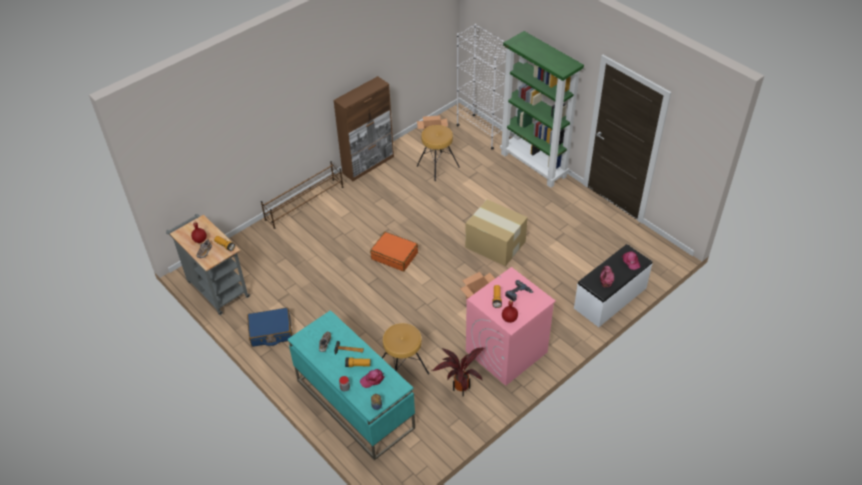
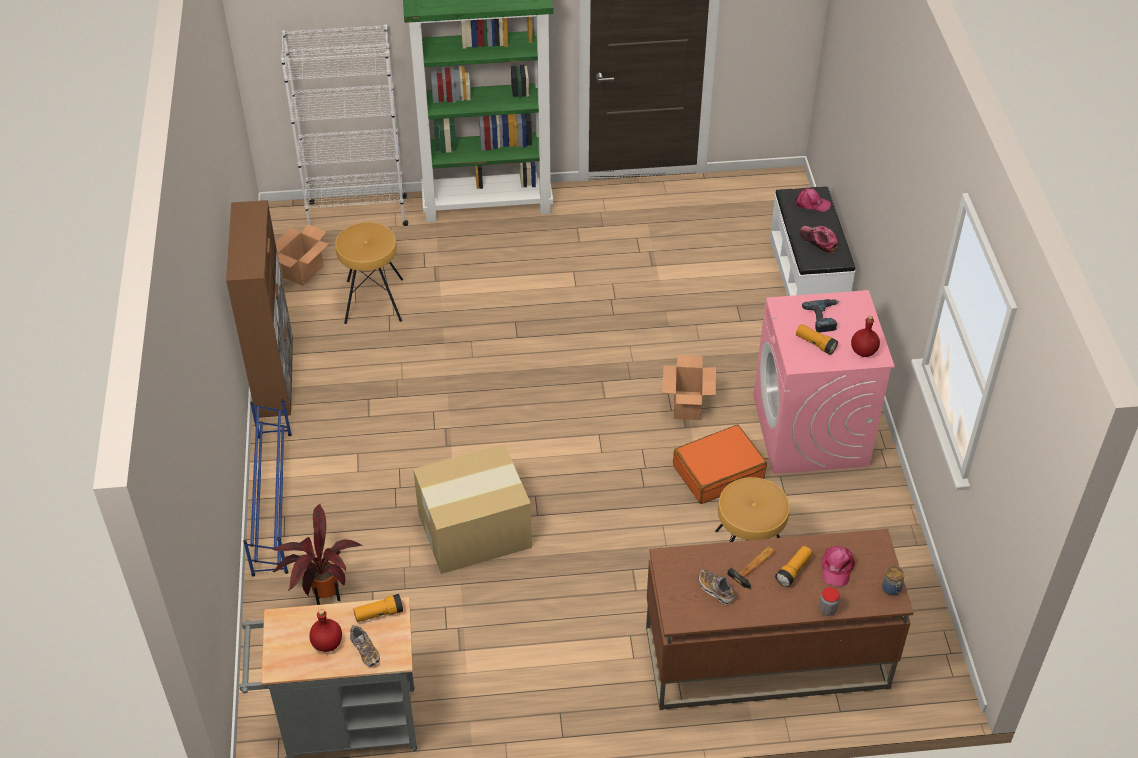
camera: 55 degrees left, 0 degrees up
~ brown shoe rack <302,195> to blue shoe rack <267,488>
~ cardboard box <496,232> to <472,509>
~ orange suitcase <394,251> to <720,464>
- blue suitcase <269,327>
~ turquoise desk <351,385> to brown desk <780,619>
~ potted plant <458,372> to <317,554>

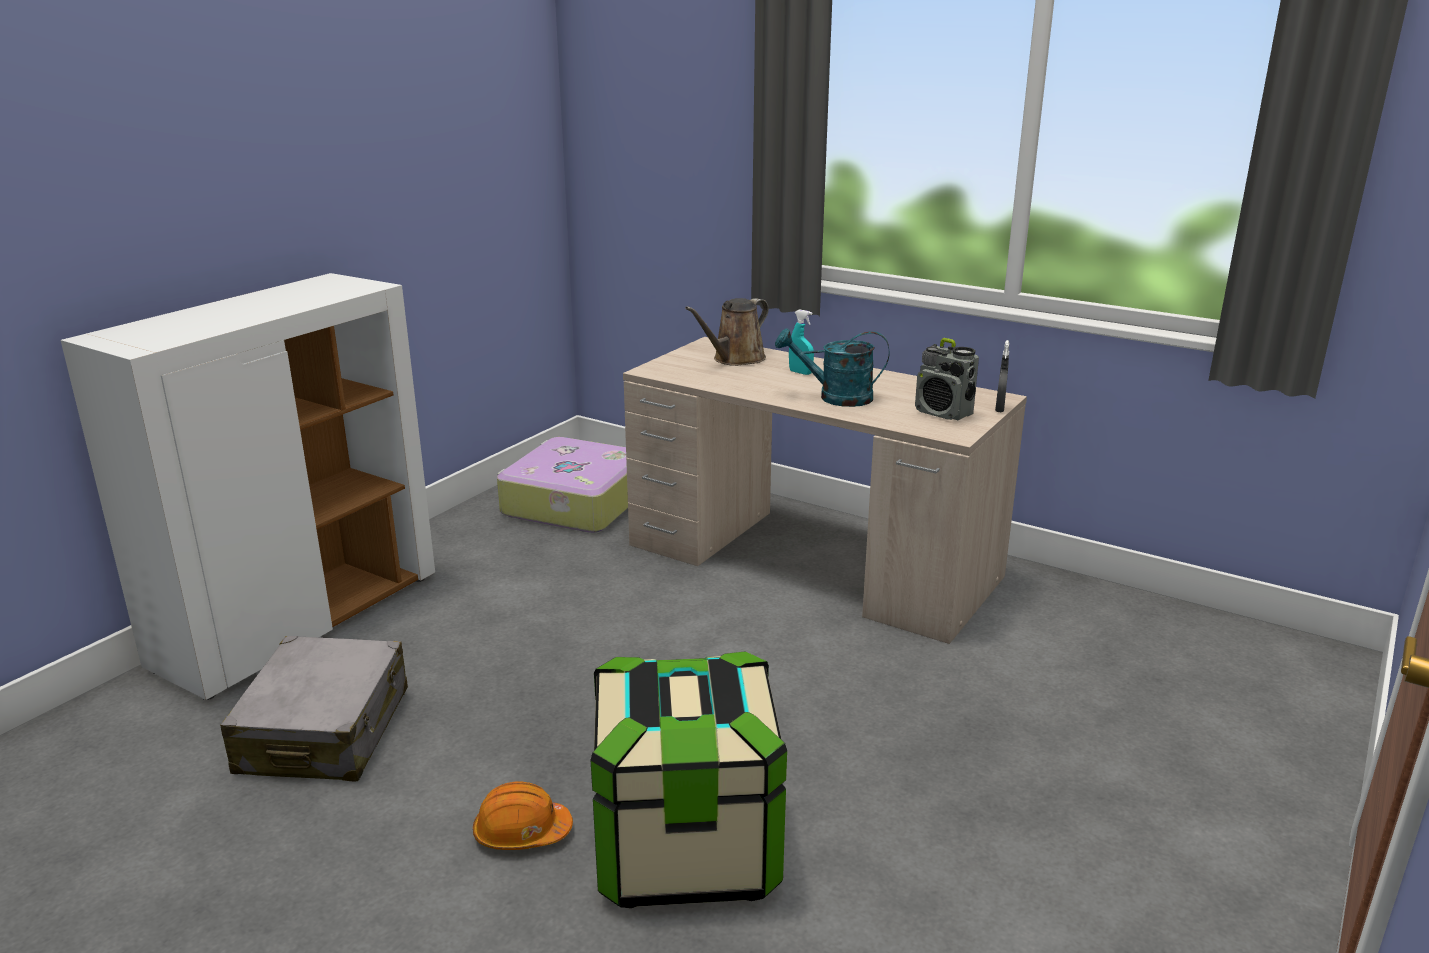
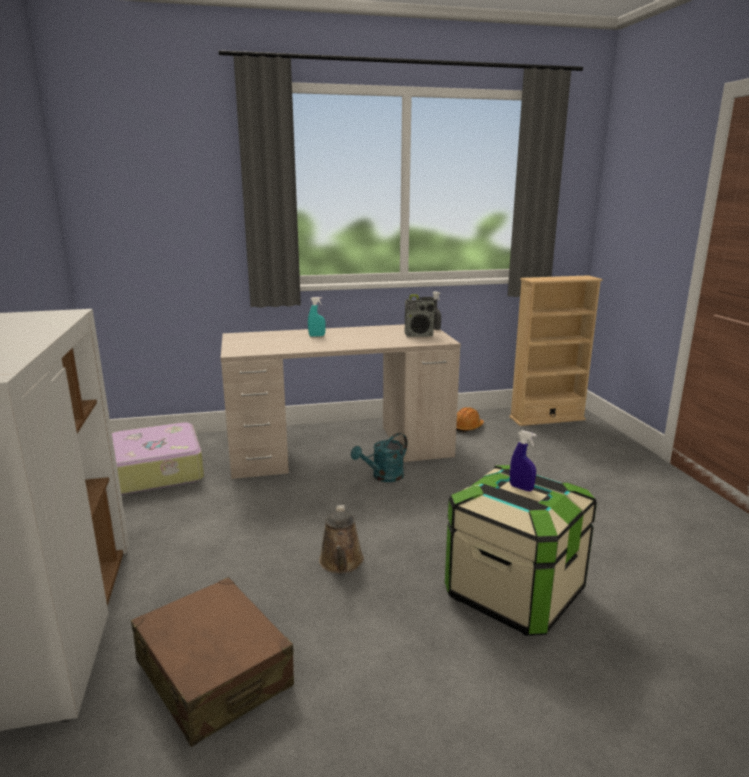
camera: 45 degrees left, 5 degrees down
~ brown watering can <727,332> to <341,539>
~ turquoise watering can <832,367> to <379,457>
~ grey suitcase <314,709> to brown suitcase <212,662>
~ orange hard hat <523,816> to <470,419>
+ beige bookcase <556,350>
+ blue spray bottle <523,460>

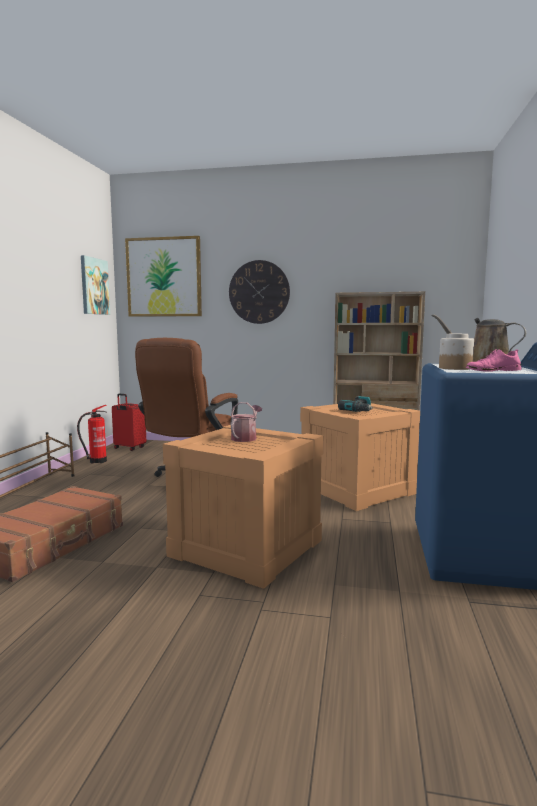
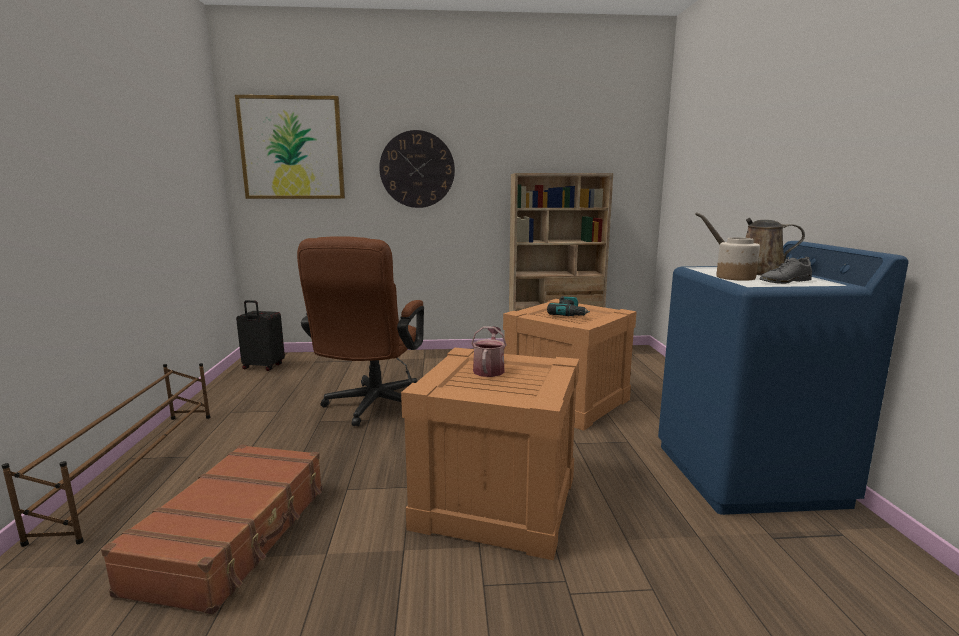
camera: 15 degrees left, 5 degrees up
- picture <95,285>
~ pink shoe <493,360> to grey shoe <785,270>
~ red suitcase <129,422> to black suitcase <260,335>
- fire extinguisher <92,434>

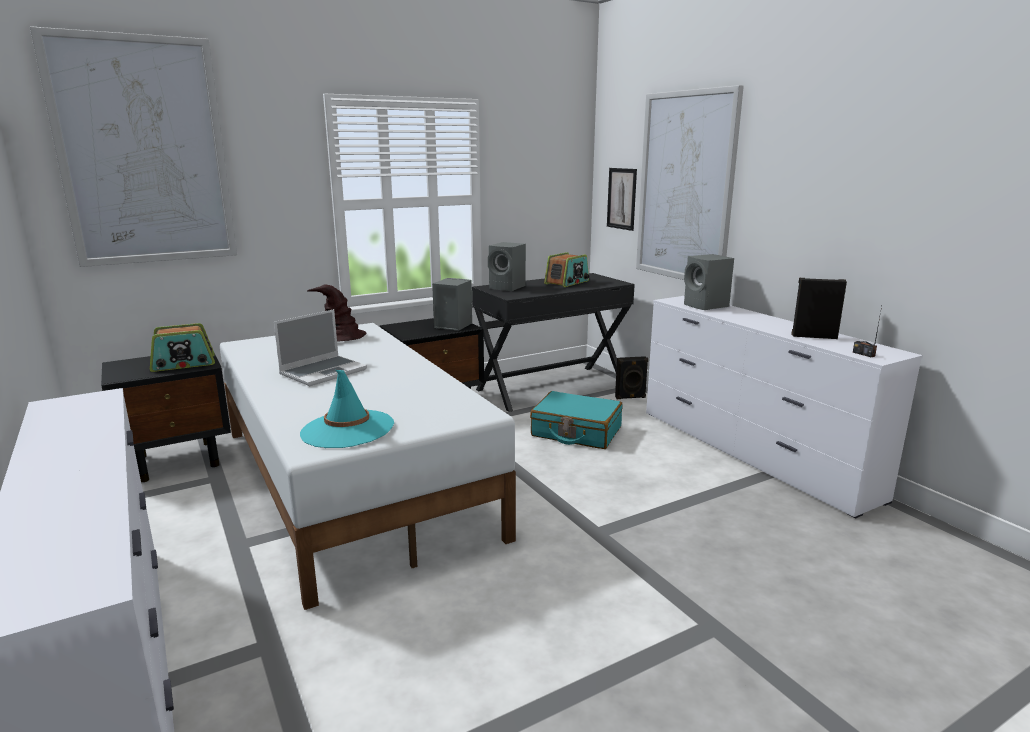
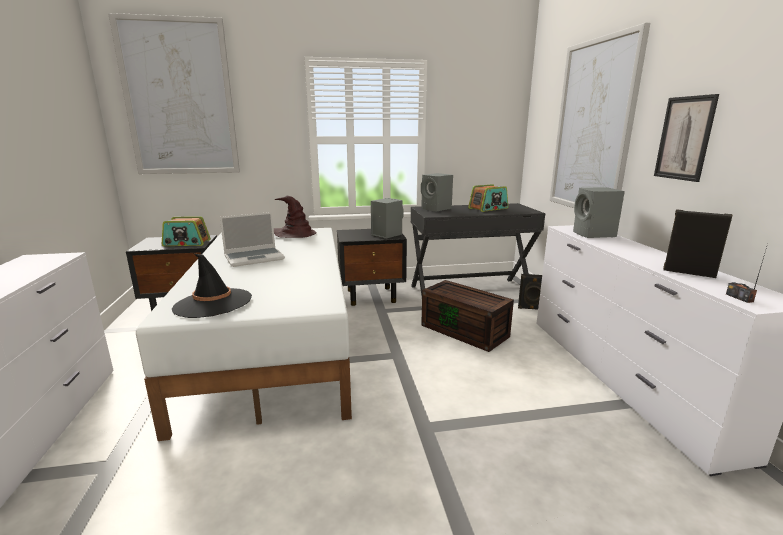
camera: 20 degrees right, 0 degrees up
~ picture <622,199> to <686,138>
~ turquoise hat <347,409> to black hat <212,286>
~ turquoise suitcase <576,420> to brown storage box <467,316>

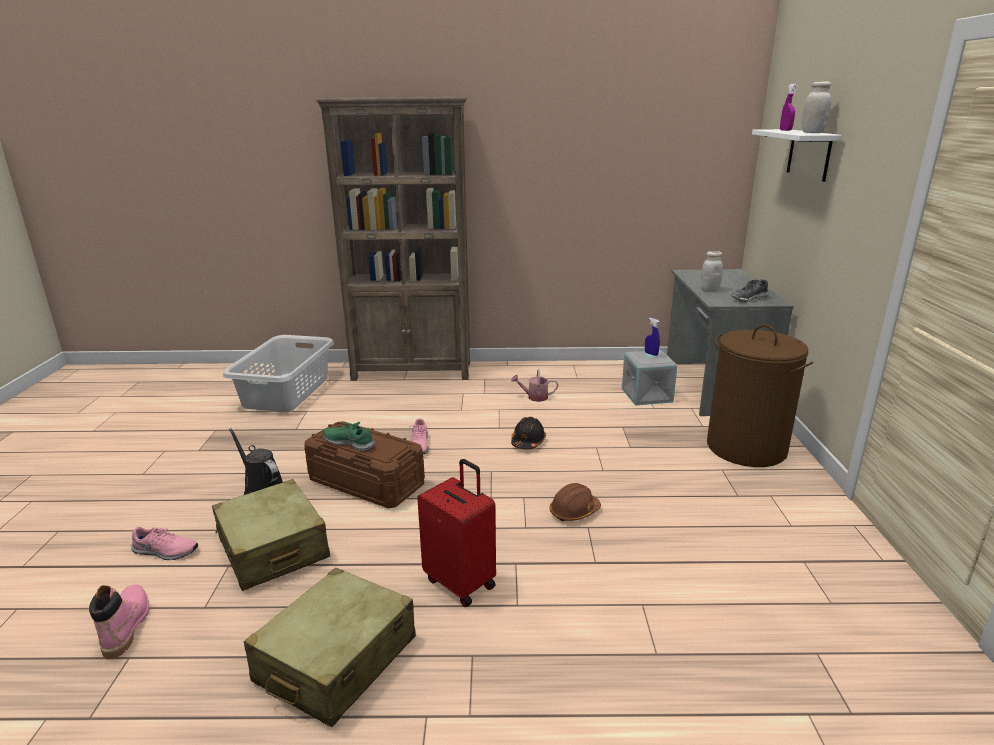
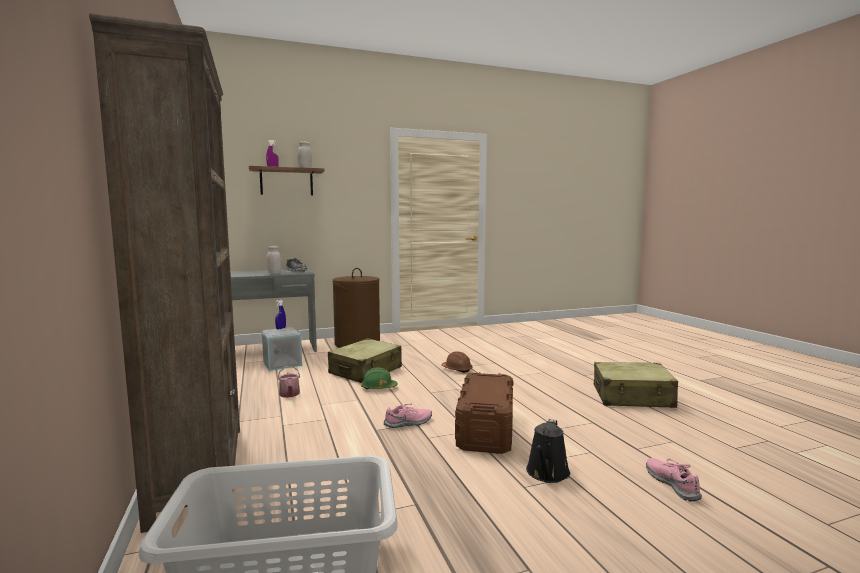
camera: 110 degrees left, 15 degrees down
~ white shelf <797,155> to brown shelf <286,180>
~ black hard hat <528,433> to green hard hat <379,378>
- green shoe <349,437>
- red suitcase <456,533>
~ beige suitcase <271,535> to <365,360>
- pink boot <119,622>

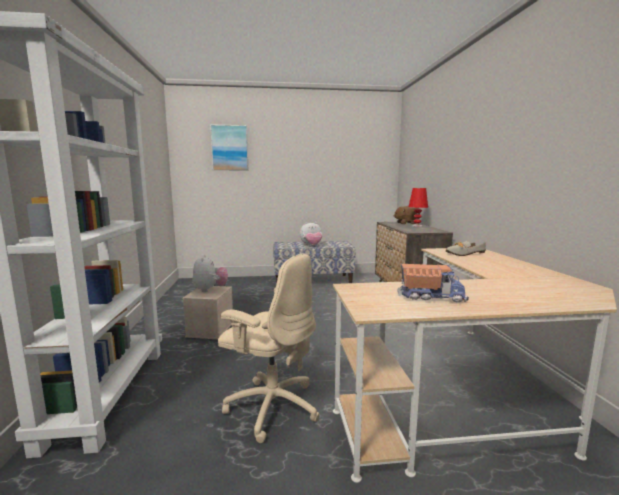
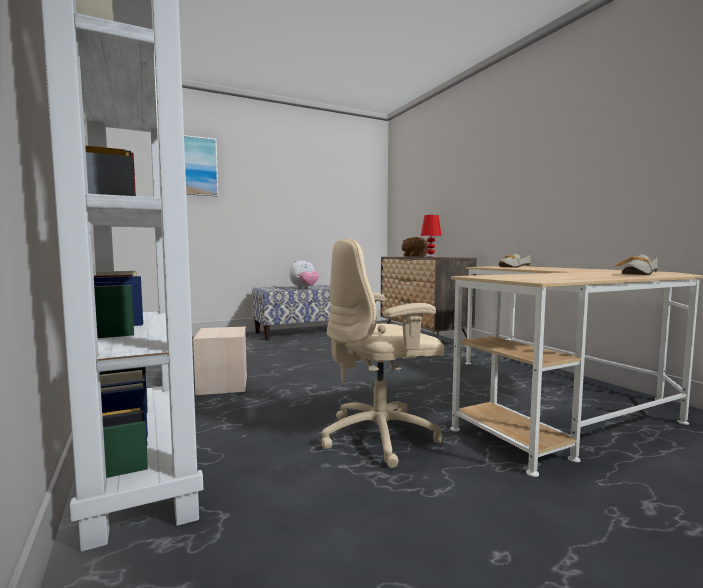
camera: 20 degrees left, 5 degrees down
~ beige office chair <269,348> = <383,353> 150 degrees clockwise
- plush toy <210,273>
- toy truck <433,283>
+ shoe <636,264>

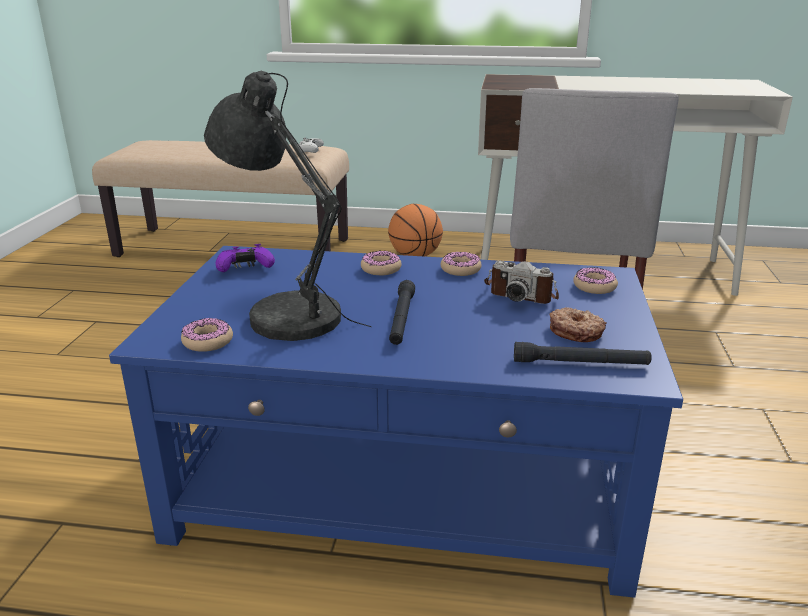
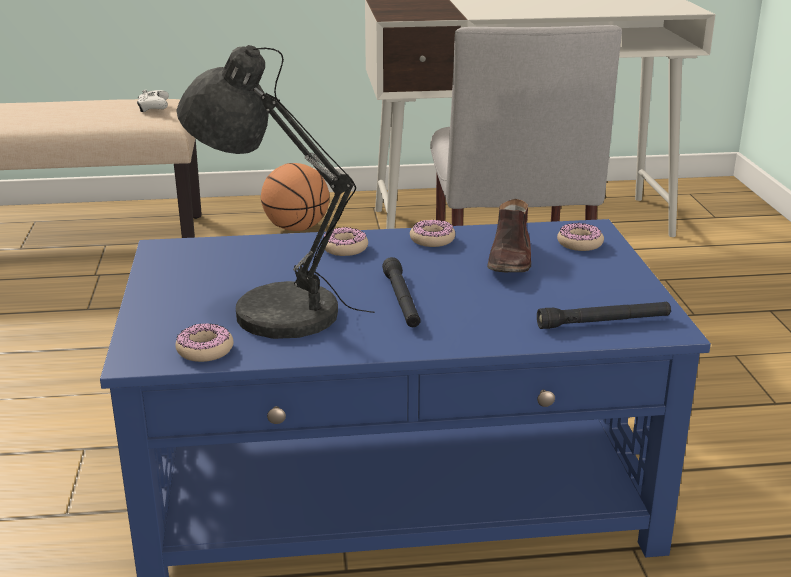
camera: 15 degrees left, 0 degrees up
- purple game controller <245,258>
~ photo camera <521,282> to brown shoe <509,235>
- donut <578,324>

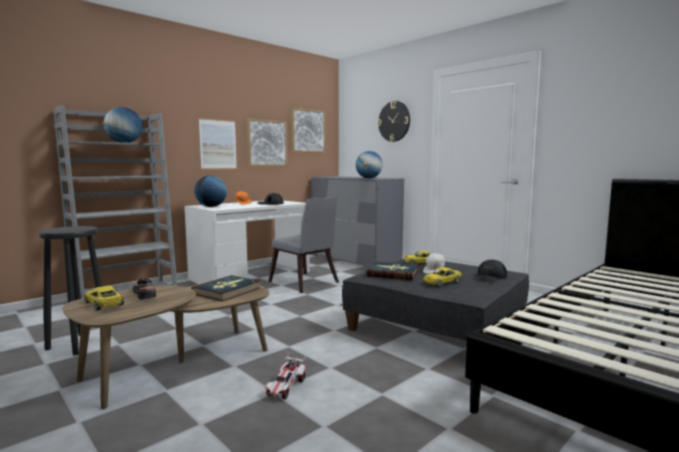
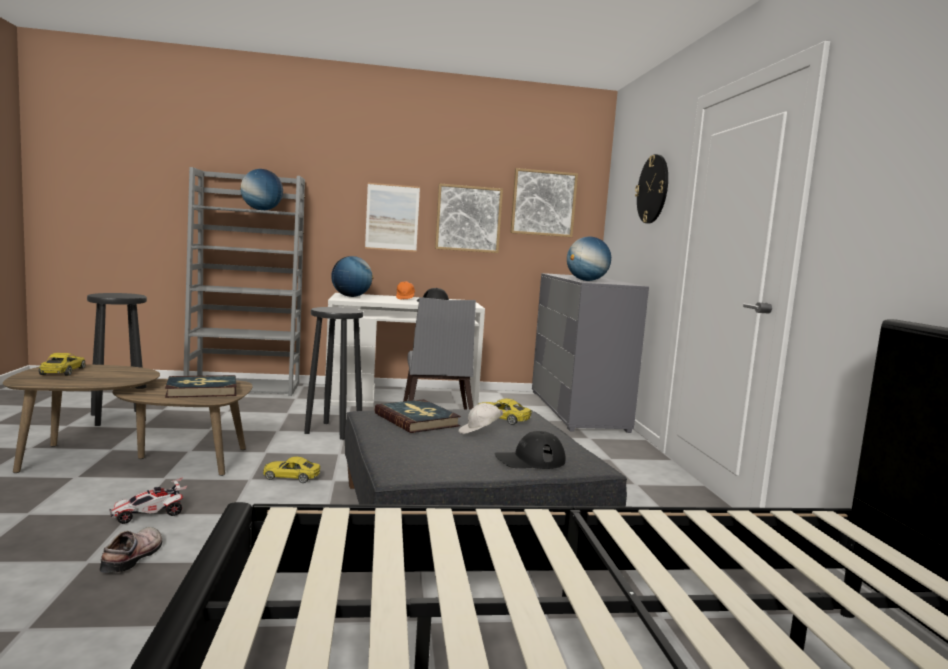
camera: 35 degrees right, 0 degrees up
~ yellow toy car <442,277> to <292,469>
~ shoe <144,289> to <131,550>
+ black stool <334,373>

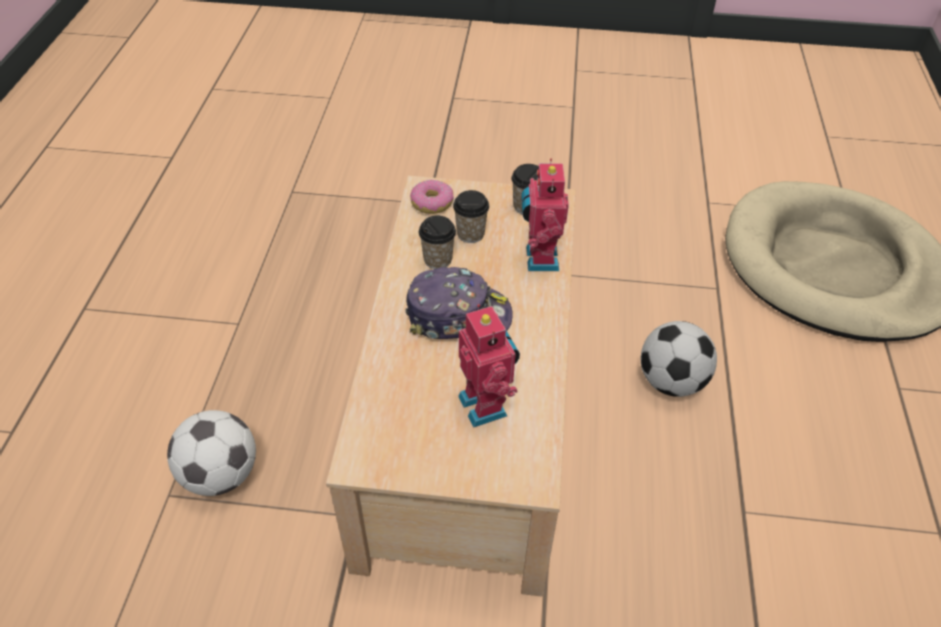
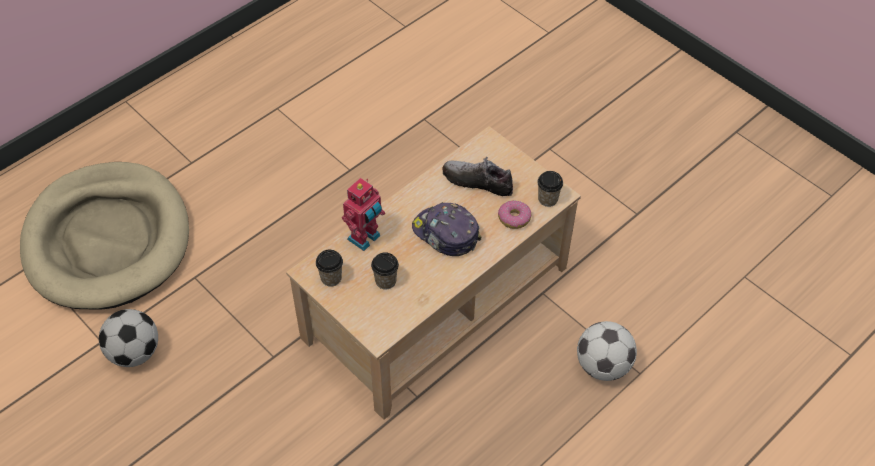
camera: 140 degrees left, 5 degrees up
~ donut <432,197> to <514,214>
~ cup <437,242> to <550,189>
~ toy robot <489,366> to shoe <478,176>
~ football <679,359> to <128,338>

